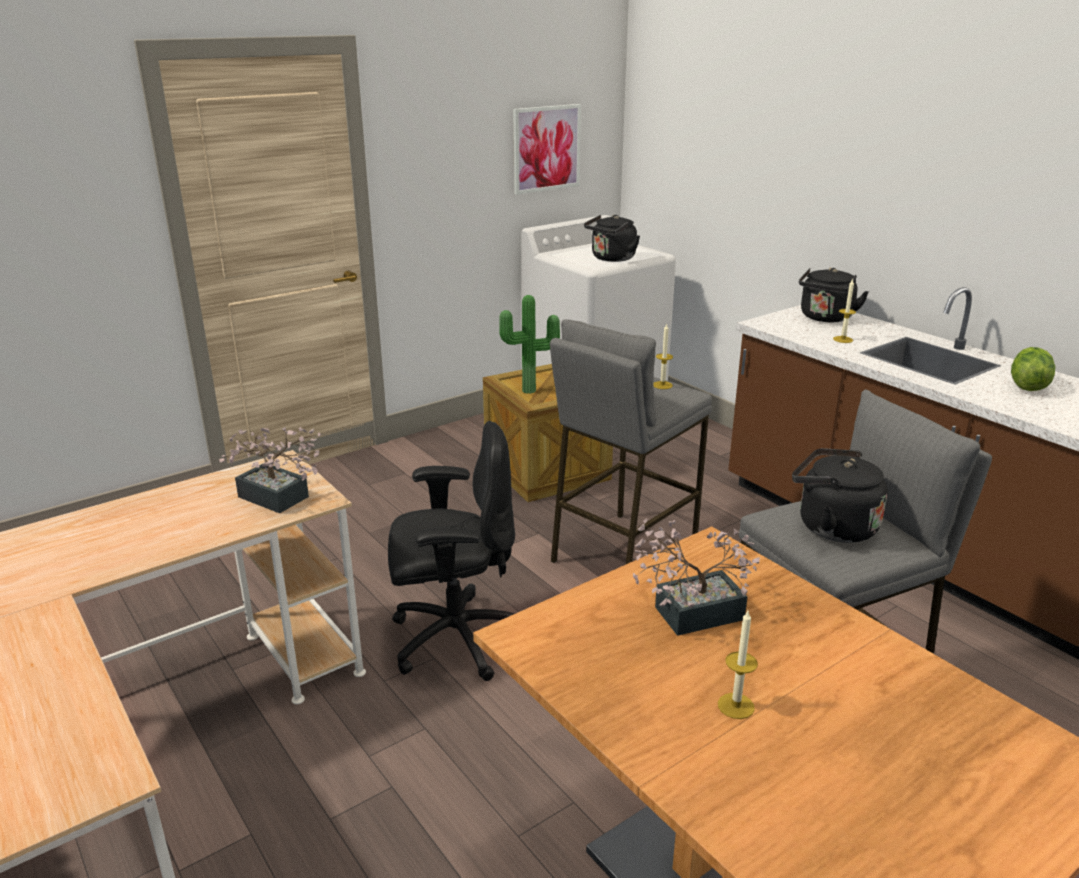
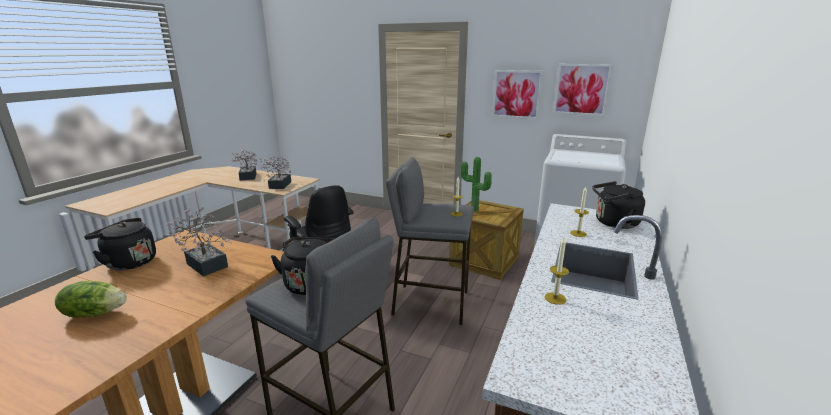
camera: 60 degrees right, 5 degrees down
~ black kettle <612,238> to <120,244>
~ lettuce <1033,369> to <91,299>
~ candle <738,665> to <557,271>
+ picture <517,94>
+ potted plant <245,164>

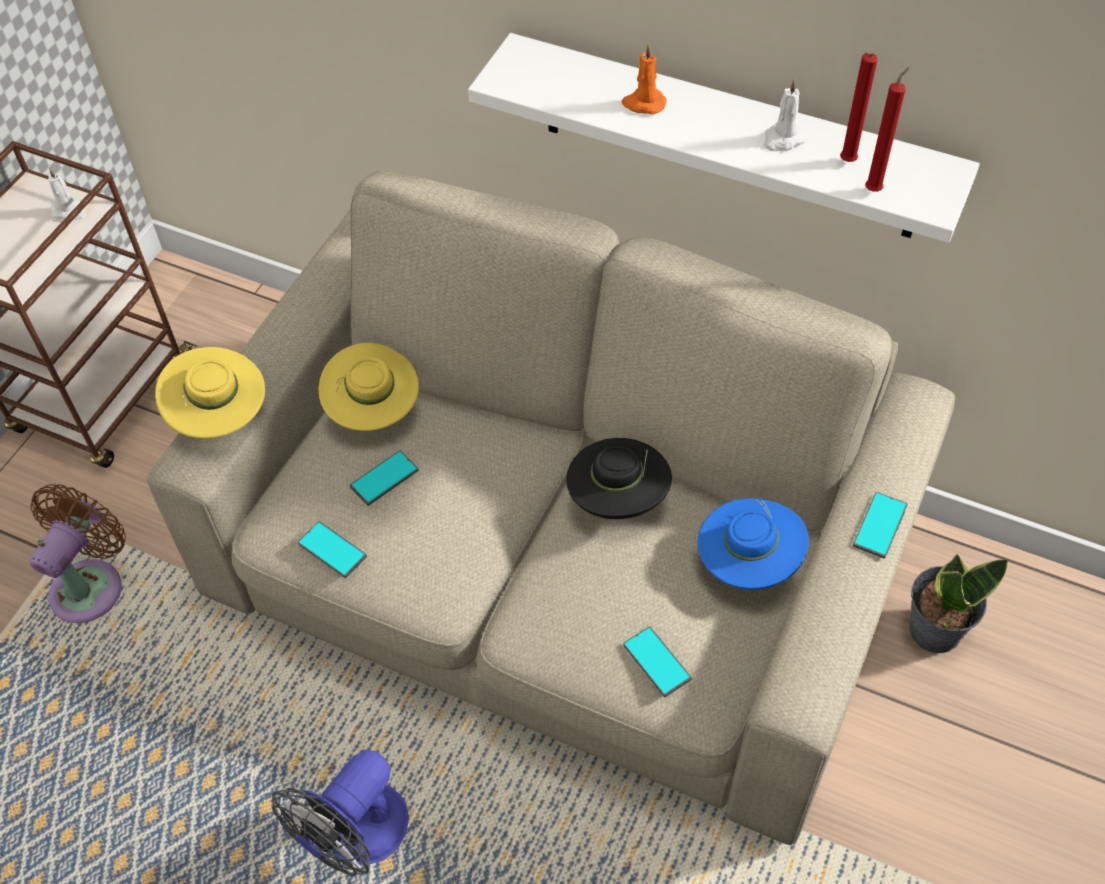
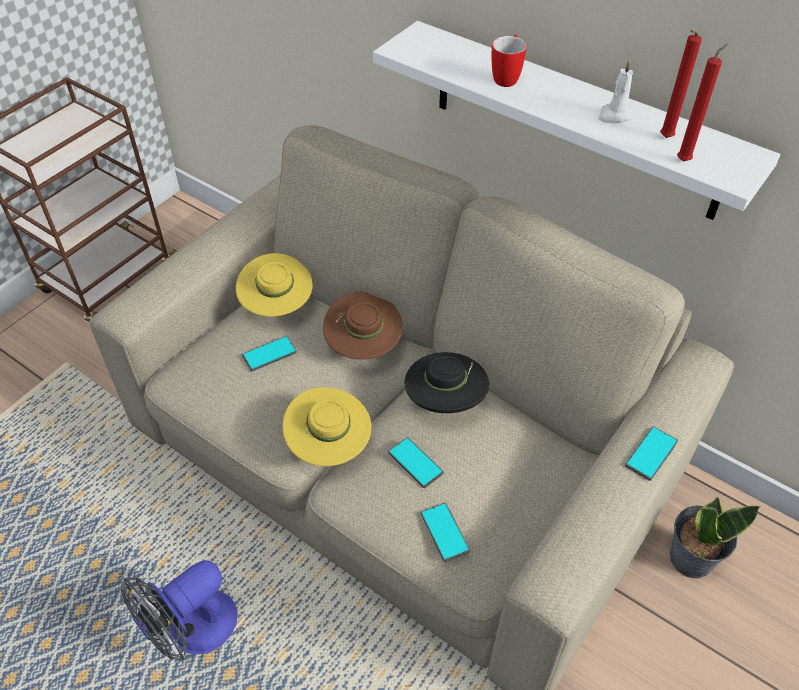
camera: 10 degrees right, 5 degrees down
~ orange candle <644,79> to mug <509,61>
- white candle <67,194>
~ yellow hat <210,392> to <326,426>
- brown fan <78,553>
- blue hat <753,544>
~ phone <332,549> to <416,462>
+ brown hat <363,325>

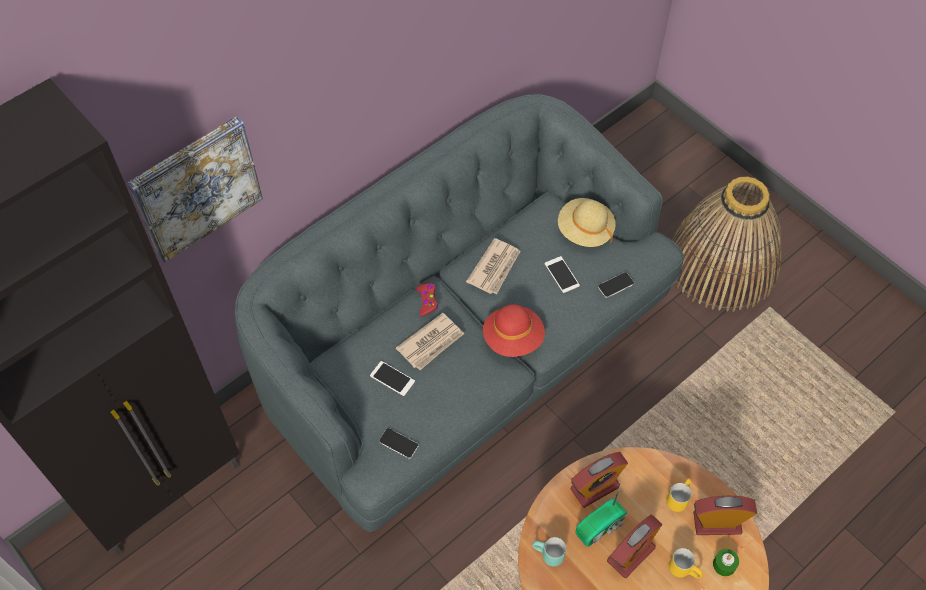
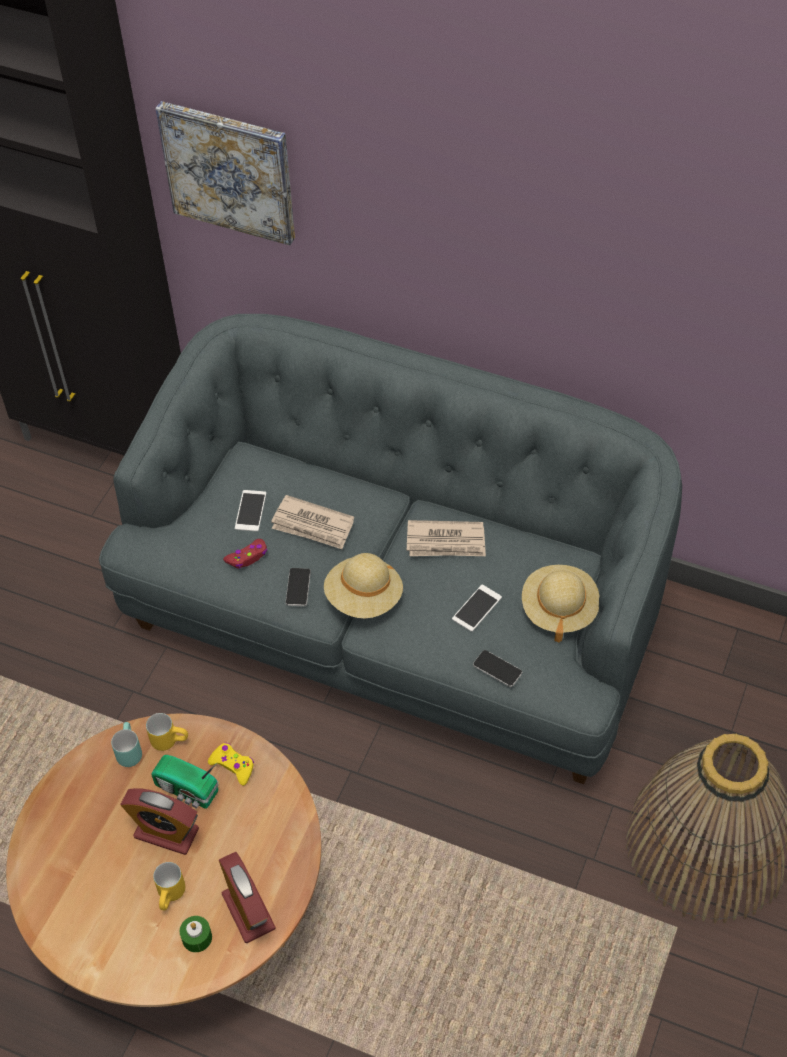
camera: 65 degrees right, 5 degrees down
~ red game controller <427,299> to <245,554>
~ red hat <514,330> to beige hat <363,586>
~ phone <399,443> to <298,587>
~ alarm clock <599,480> to yellow game controller <231,764>
~ yellow mug <679,495> to <167,732>

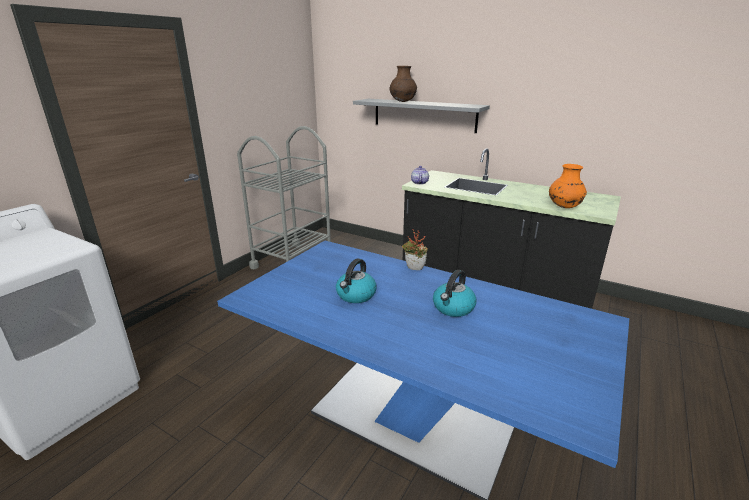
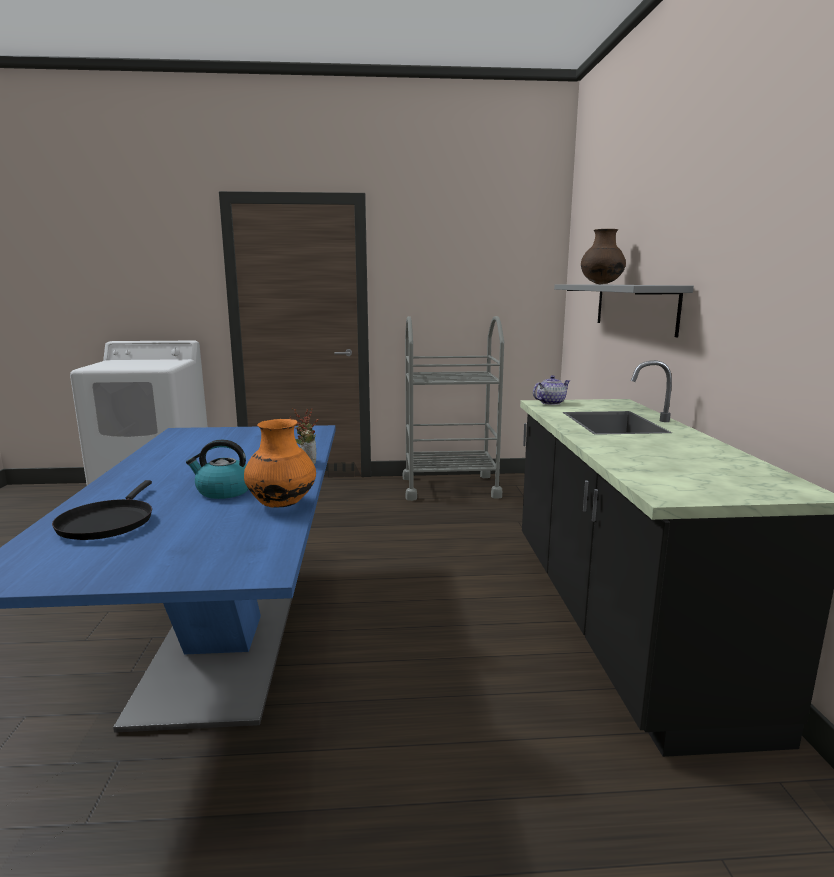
camera: 55 degrees right, 10 degrees down
~ orange vase <568,186> to <280,463>
- kettle <356,281>
+ black frying pan <102,510>

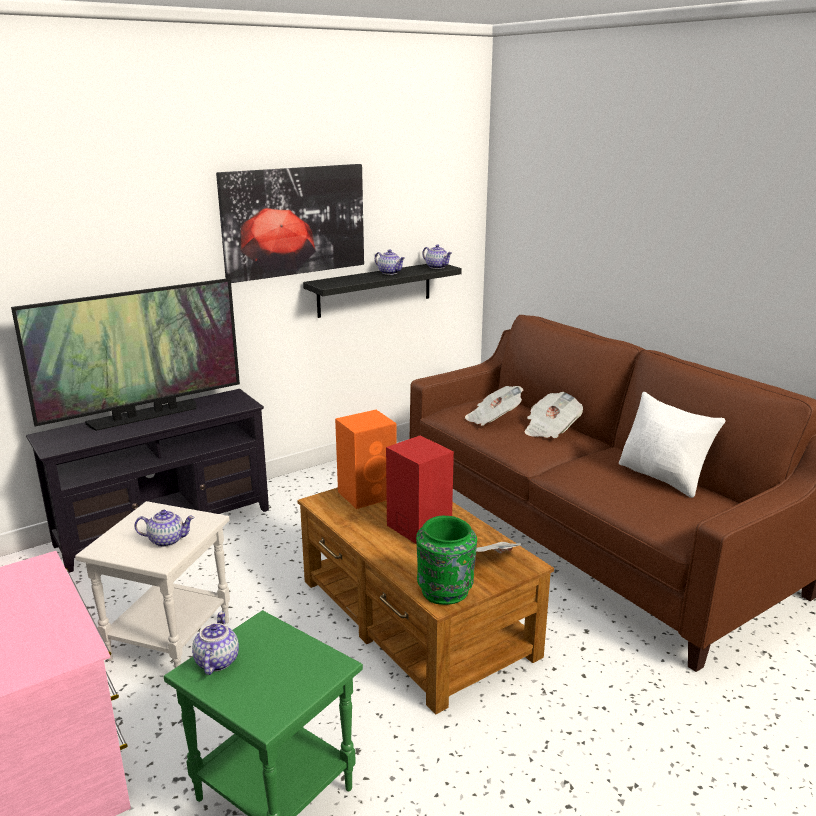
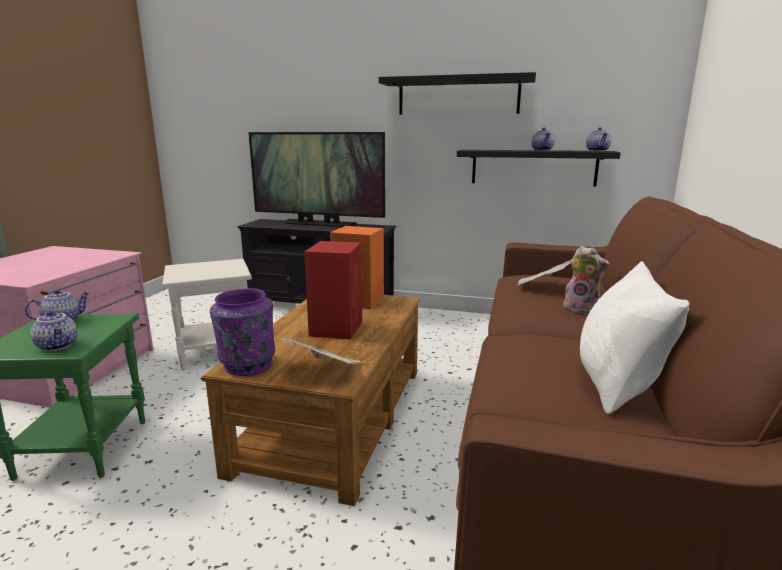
camera: 50 degrees right, 5 degrees down
~ picture <290,223> to black shelf <457,93>
~ newspaper <553,415> to plush toy <586,280>
~ teapot <164,528> to <53,330>
~ green vase <446,560> to purple vase <242,332>

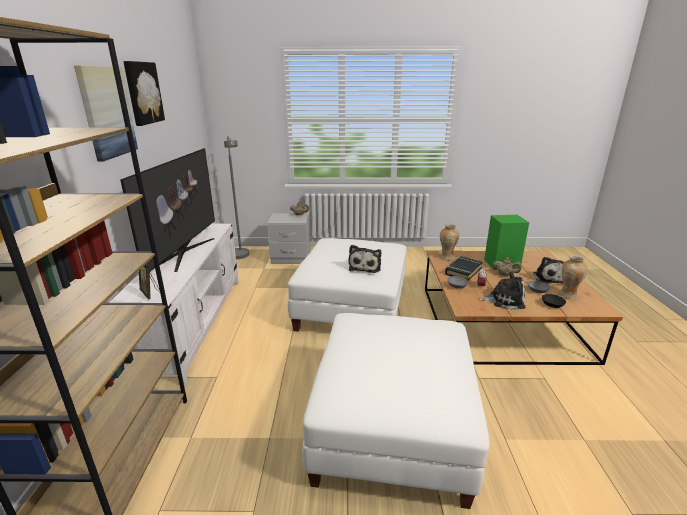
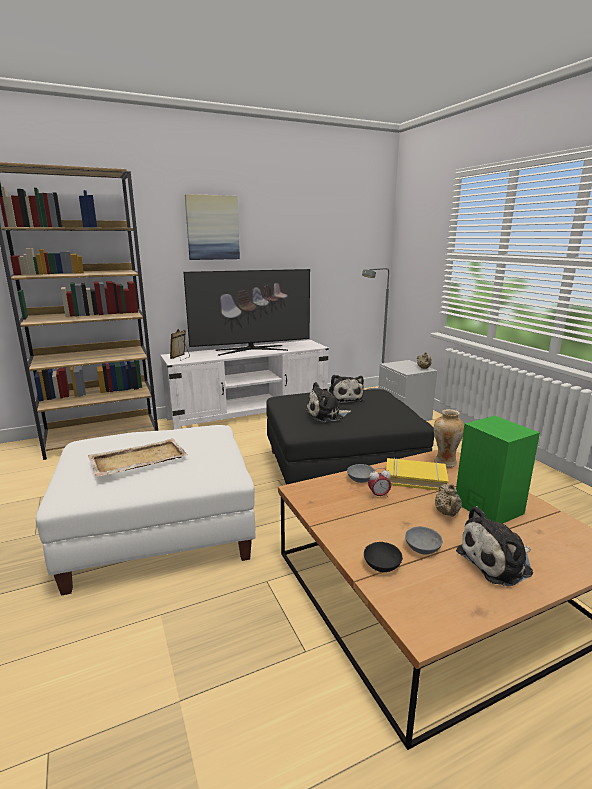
camera: 65 degrees right, 5 degrees down
- picture <144,93>
~ white ottoman <347,285> to black ottoman <350,437>
- vase <573,277>
~ black book <464,268> to yellow book <417,474>
~ plush toy <502,291> to <346,389>
+ beige tray <138,457>

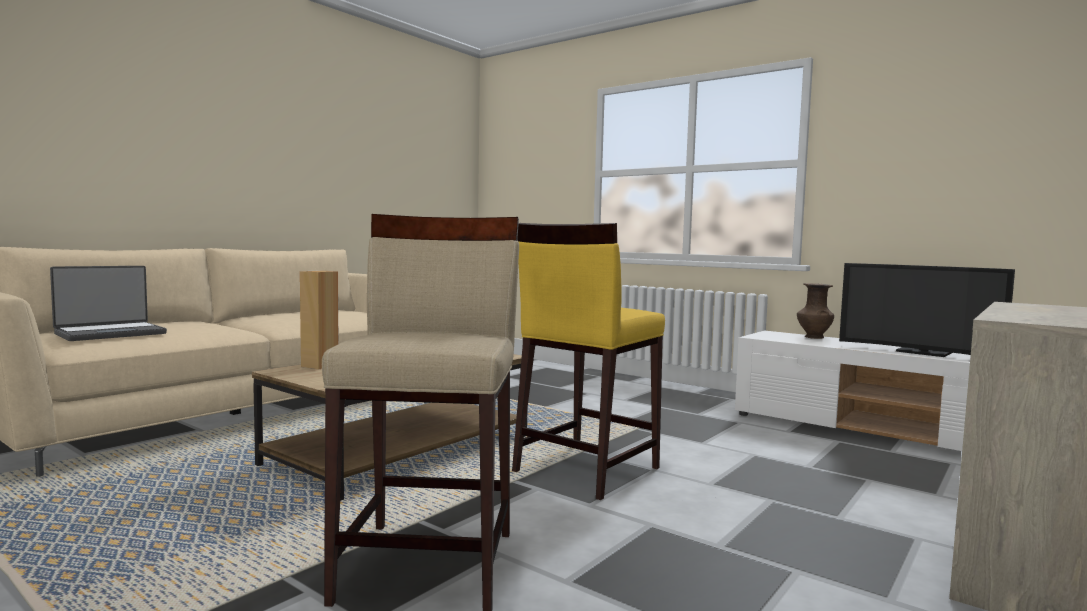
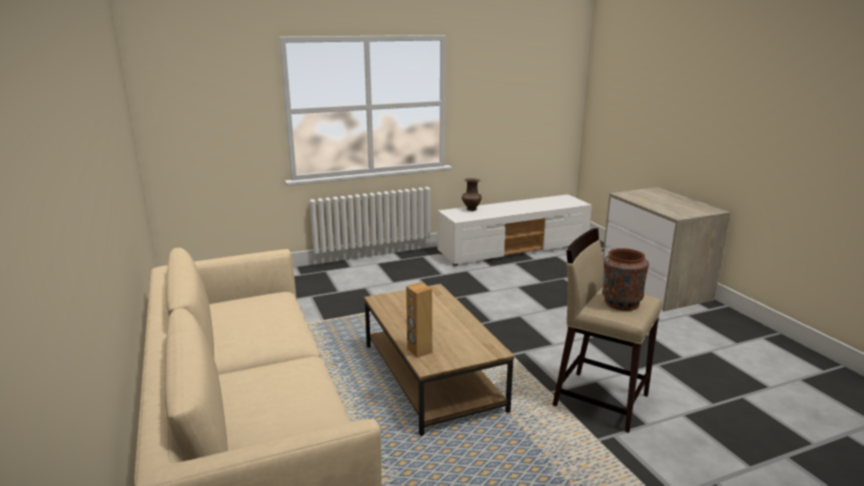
camera: 60 degrees left, 15 degrees up
- yellow stool <588,361>
- television <927,310>
- laptop <108,303>
+ brown vase <625,279>

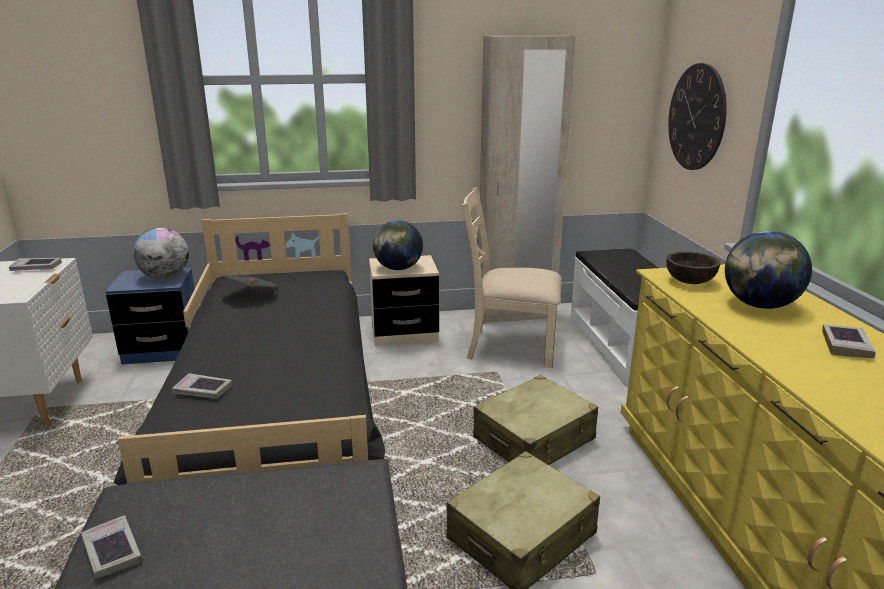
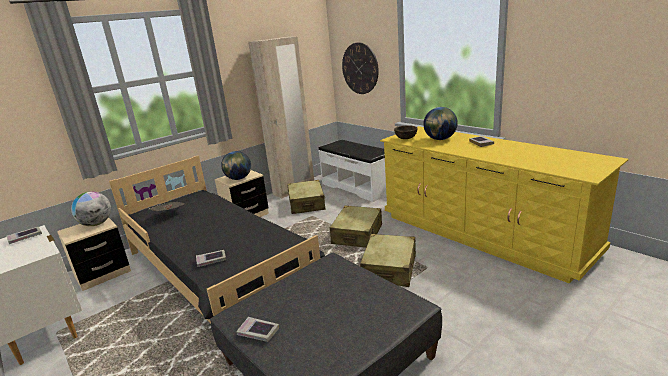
camera: 30 degrees left, 0 degrees up
~ beige chair <512,277> to beige suitcase <306,197>
~ blue nightstand <151,316> to beige nightstand <94,254>

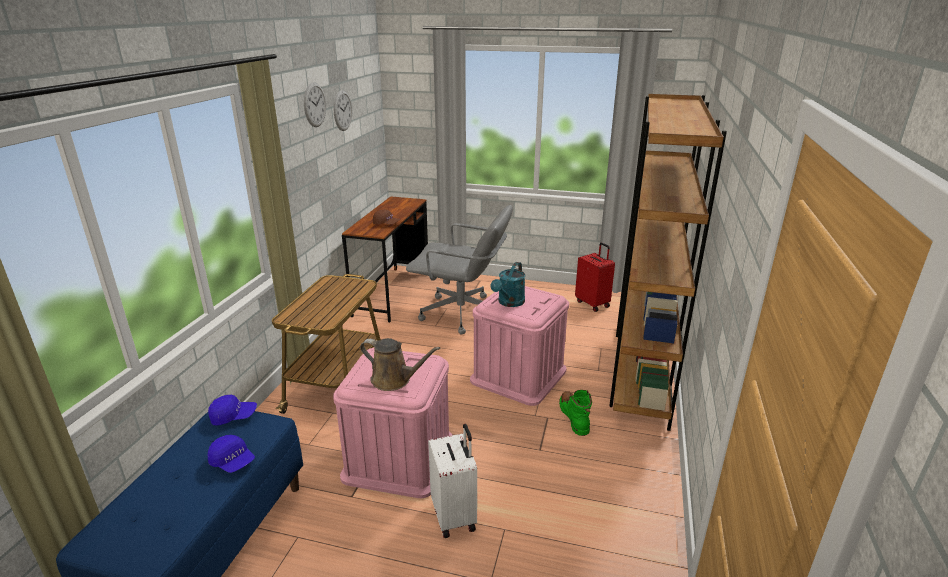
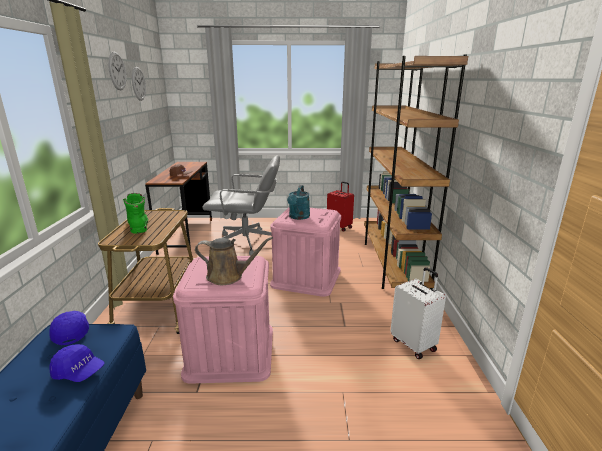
camera: 15 degrees left, 5 degrees down
~ green boot <575,413> to <135,213>
~ blue cap <232,410> = <69,328> 90 degrees counterclockwise
~ white suitcase <452,481> to <418,313>

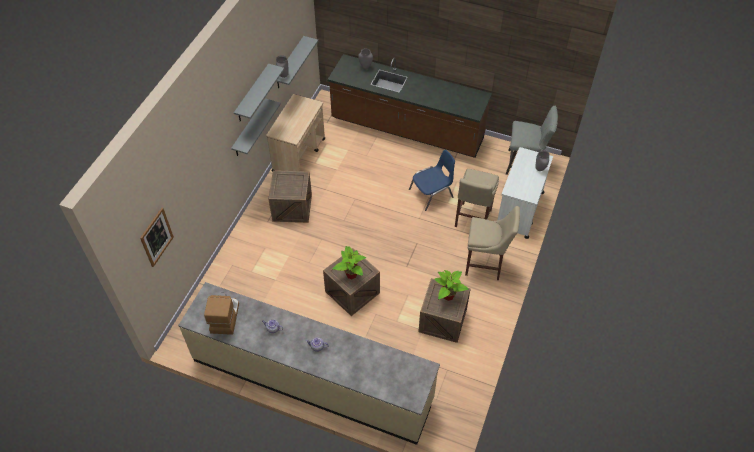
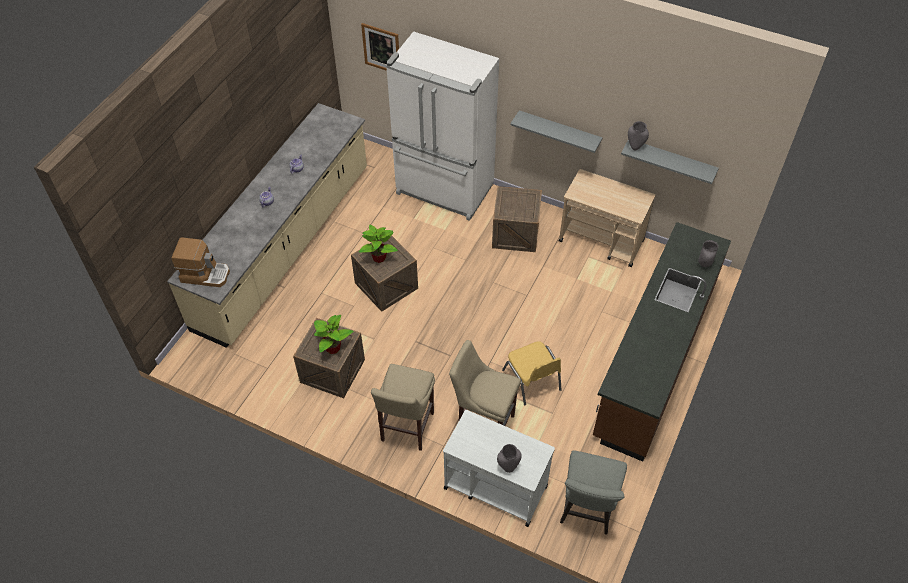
camera: 95 degrees right, 0 degrees up
- grey shelf <259,92>
~ blue chair <432,180> to yellow chair <532,373>
~ coffee machine <221,314> to <201,262>
+ white fridge <442,126>

